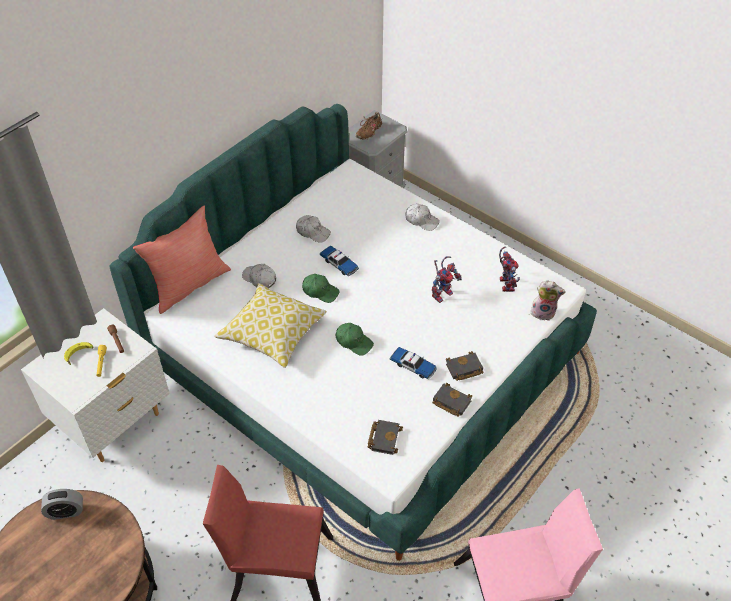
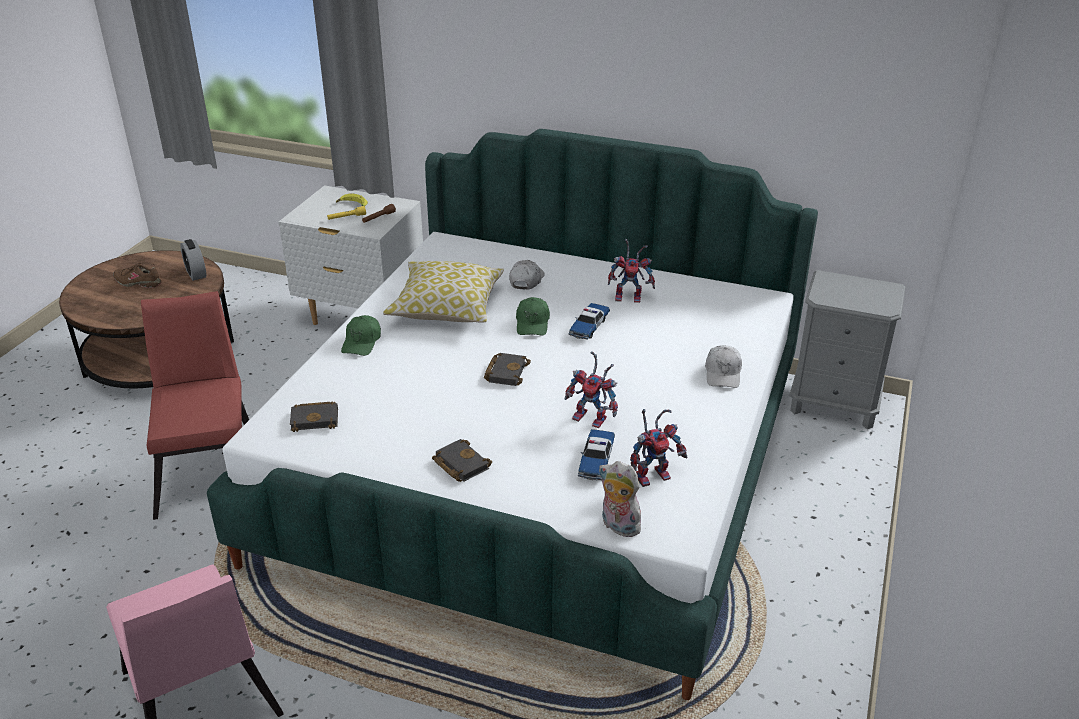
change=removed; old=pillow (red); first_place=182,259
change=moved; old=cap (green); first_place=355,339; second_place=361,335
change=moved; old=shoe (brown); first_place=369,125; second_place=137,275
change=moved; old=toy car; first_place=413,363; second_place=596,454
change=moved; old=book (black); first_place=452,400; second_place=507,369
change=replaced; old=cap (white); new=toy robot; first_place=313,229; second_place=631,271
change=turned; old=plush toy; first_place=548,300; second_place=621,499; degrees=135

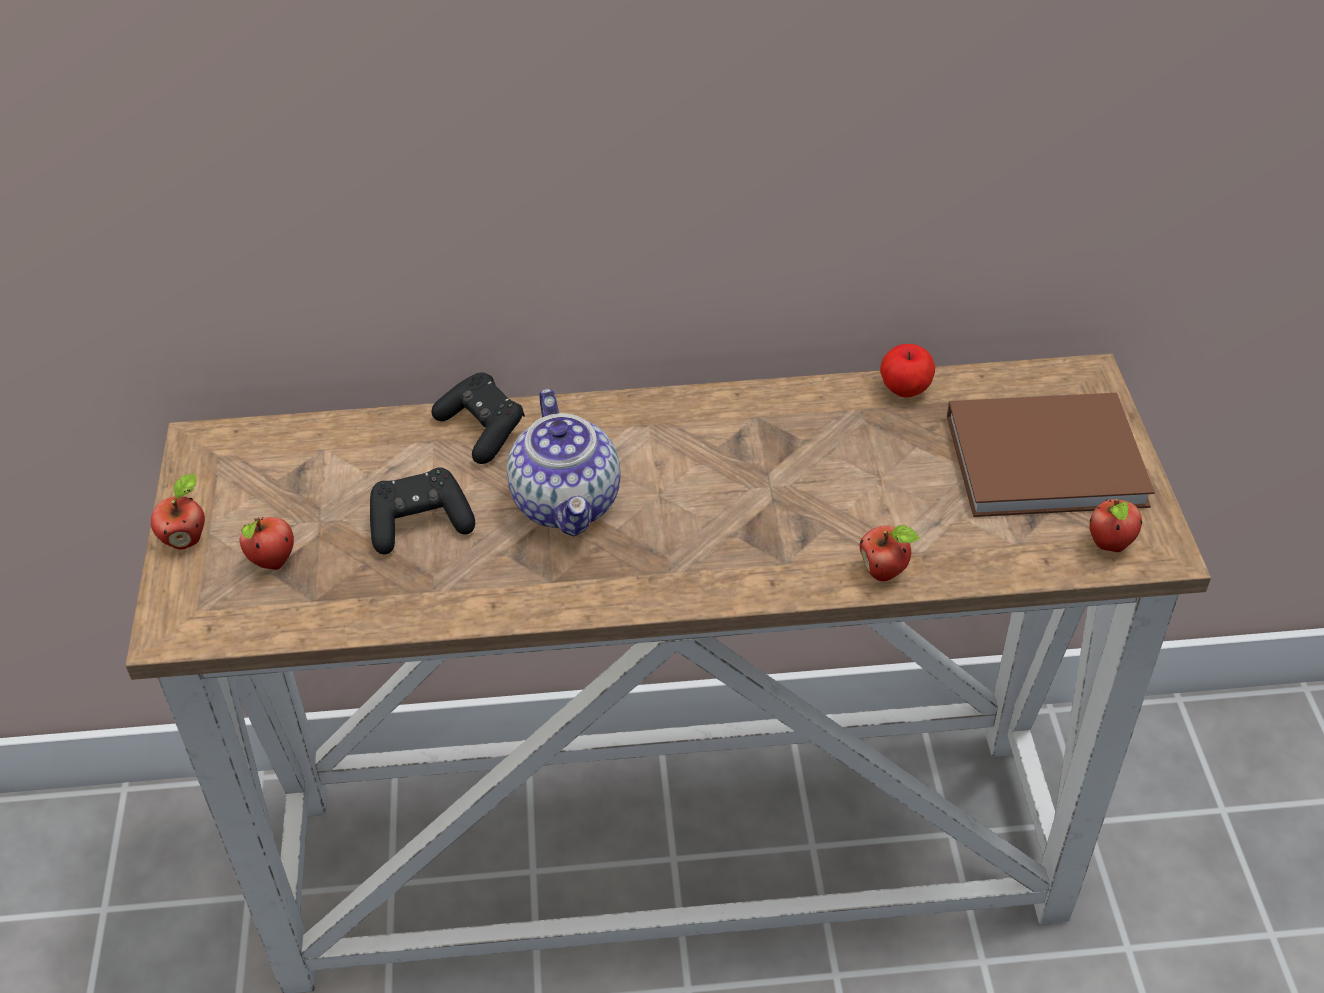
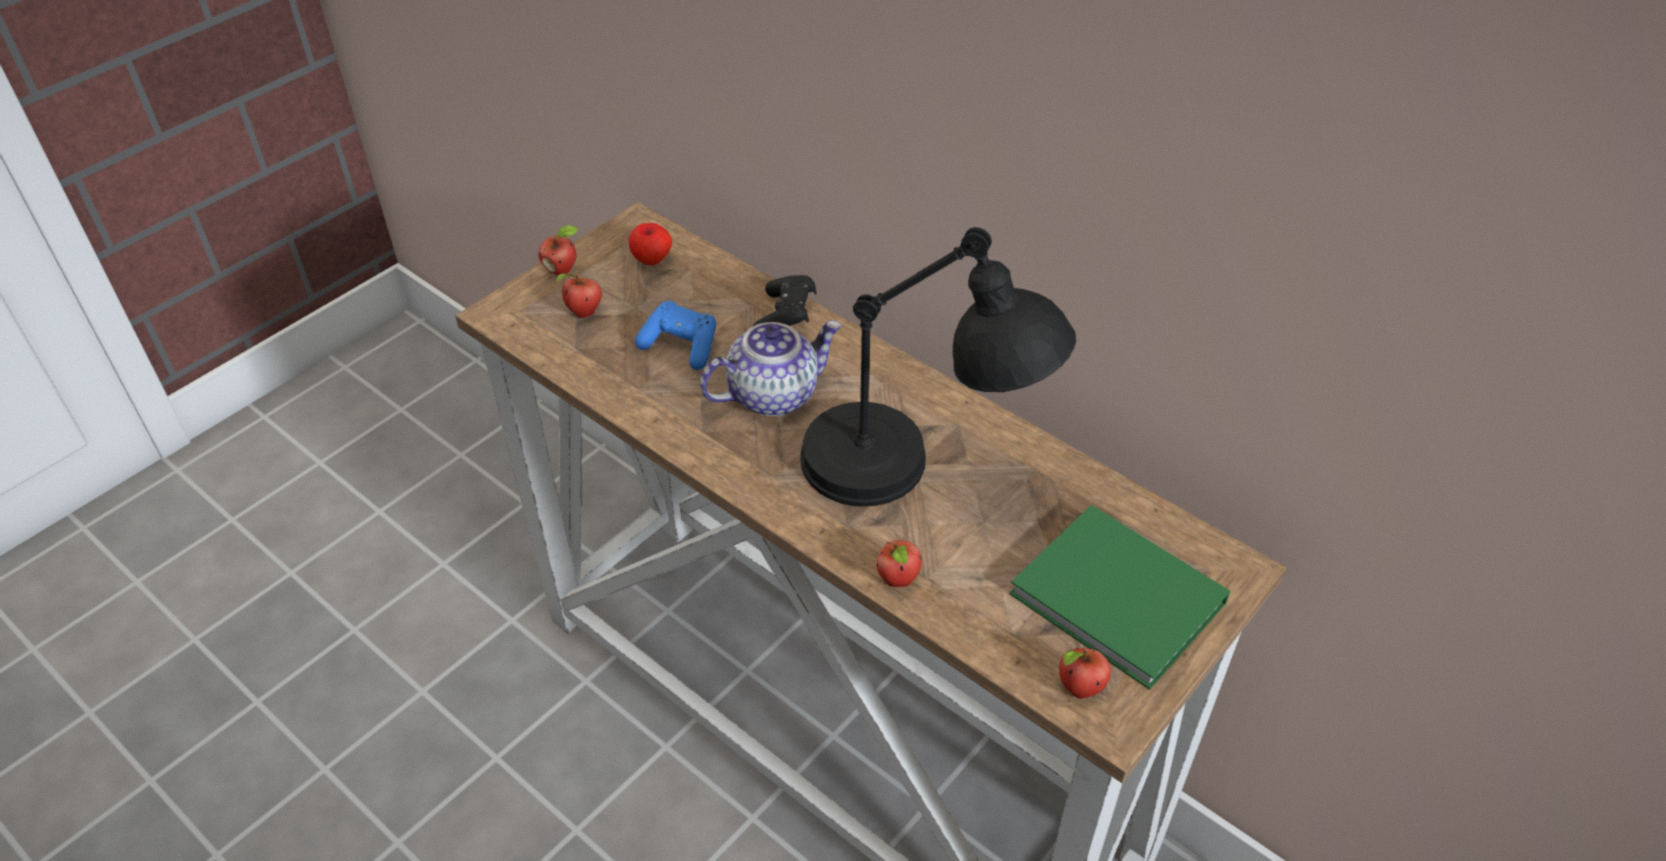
change=added; new=table lamp (black); second_place=938,367
change=moved; old=apple; first_place=907,371; second_place=650,244
change=recoloured; old=game controller (black); new=game controller (blue); first_place=422,511; second_place=675,335
change=recoloured; old=book (brown); new=book (green); first_place=1051,455; second_place=1119,597
change=turned; old=teapot; first_place=564,462; second_place=771,368; degrees=-150

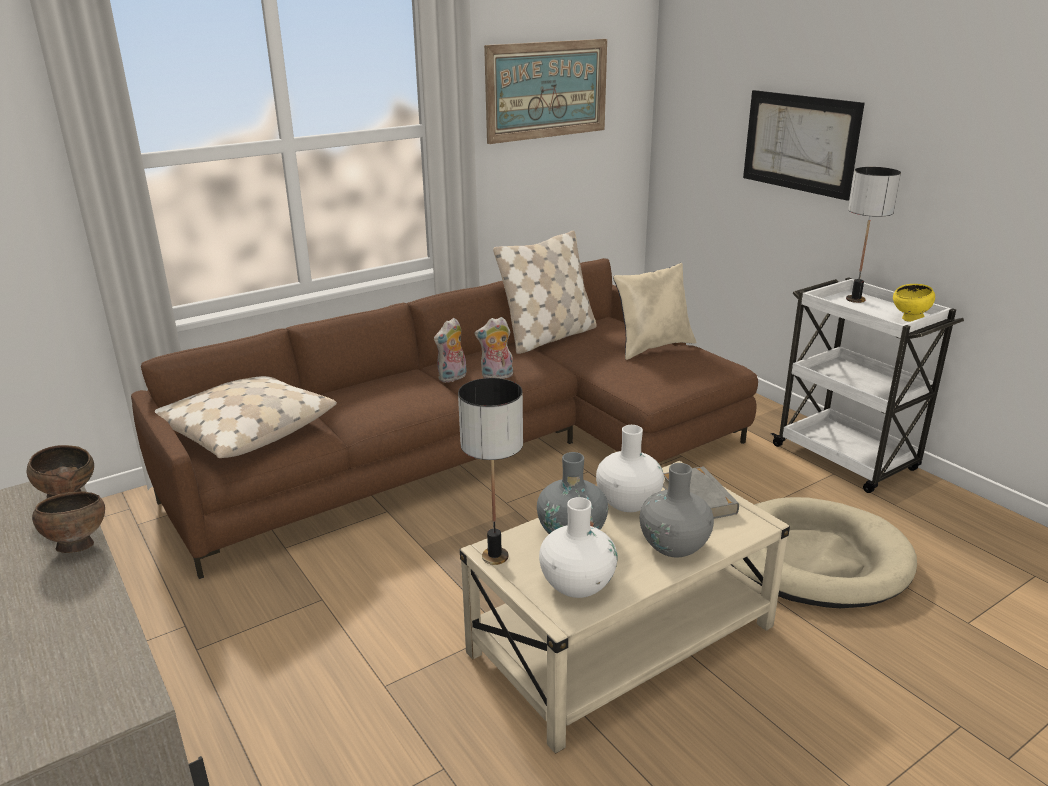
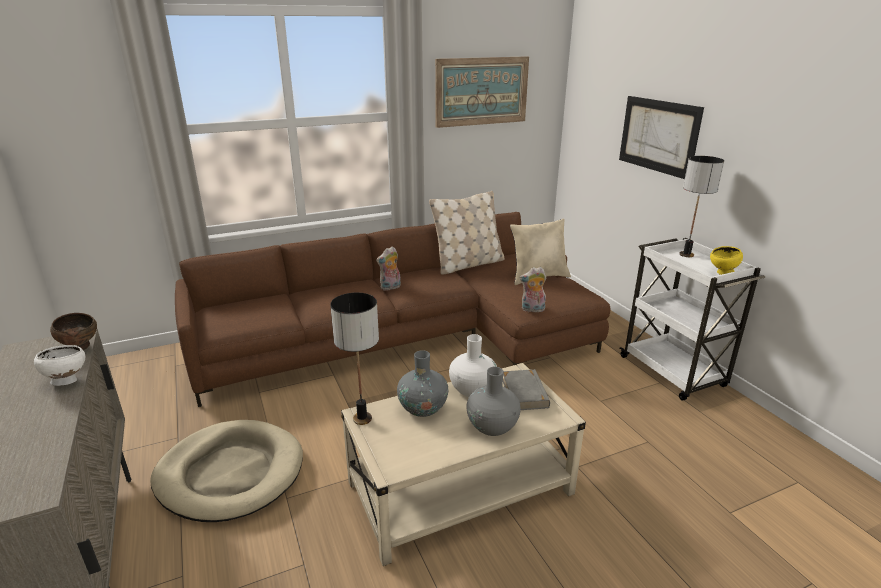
change=removed; old=pillow (beige); first_place=246,417
change=removed; old=vase (white); first_place=578,547
change=moved; old=plush toy; first_place=494,348; second_place=533,289
change=moved; old=dog bed (beige); first_place=824,552; second_place=226,471
change=recoloured; old=bowl (brown); new=bowl (white); first_place=68,522; second_place=59,365

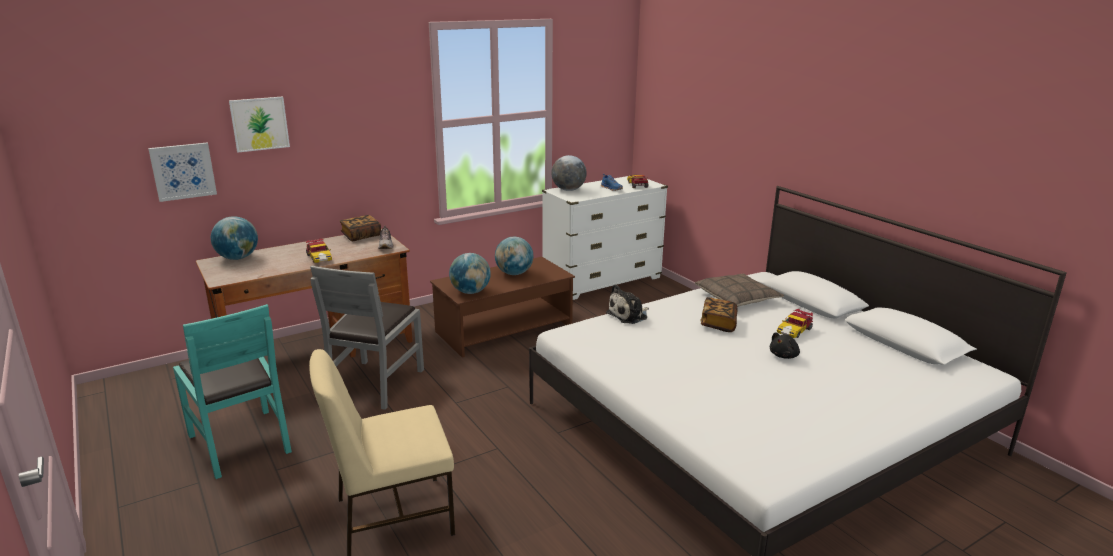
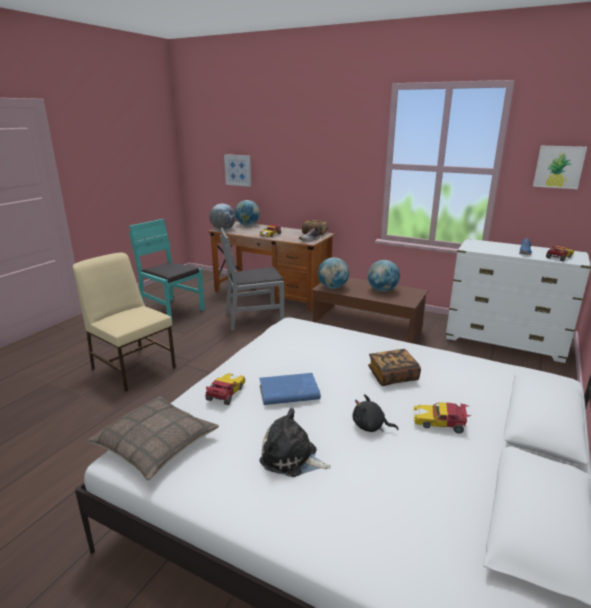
change=added; new=toy car; second_place=225,389
change=added; new=book (blue); second_place=290,389
change=moved; old=picture; first_place=259,125; second_place=560,167
change=moved; old=globe; first_place=569,173; second_place=222,217
change=moved; old=plush toy; first_place=627,304; second_place=295,442
change=moved; old=pillow; first_place=739,290; second_place=153,438
change=turned; old=chair (turquoise); first_place=232,391; second_place=167,269; degrees=105

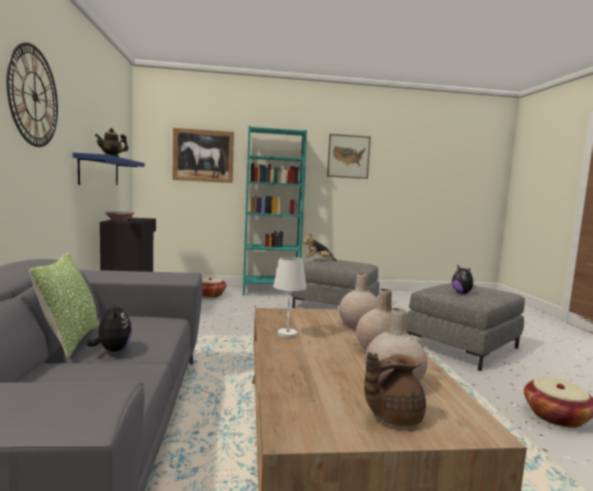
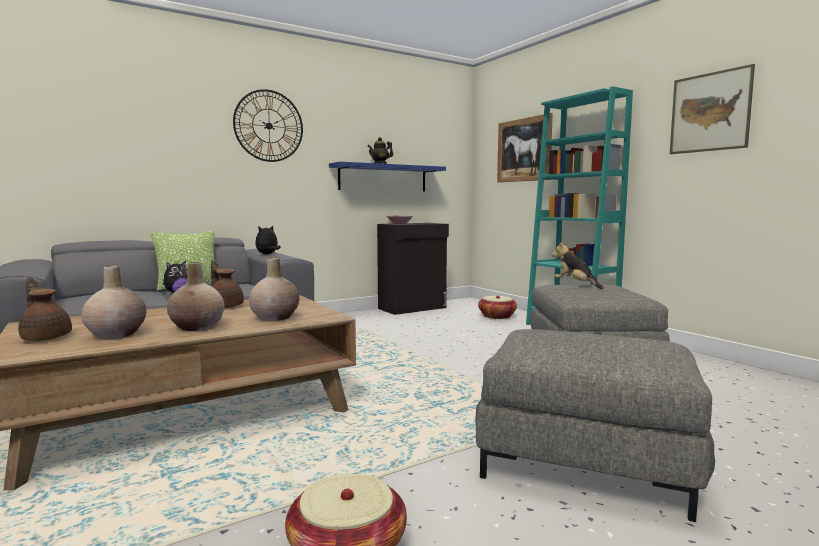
change=moved; old=plush toy; first_place=464,280; second_place=268,240
change=replaced; old=table lamp (white); new=teapot (brown); first_place=289,297; second_place=227,284

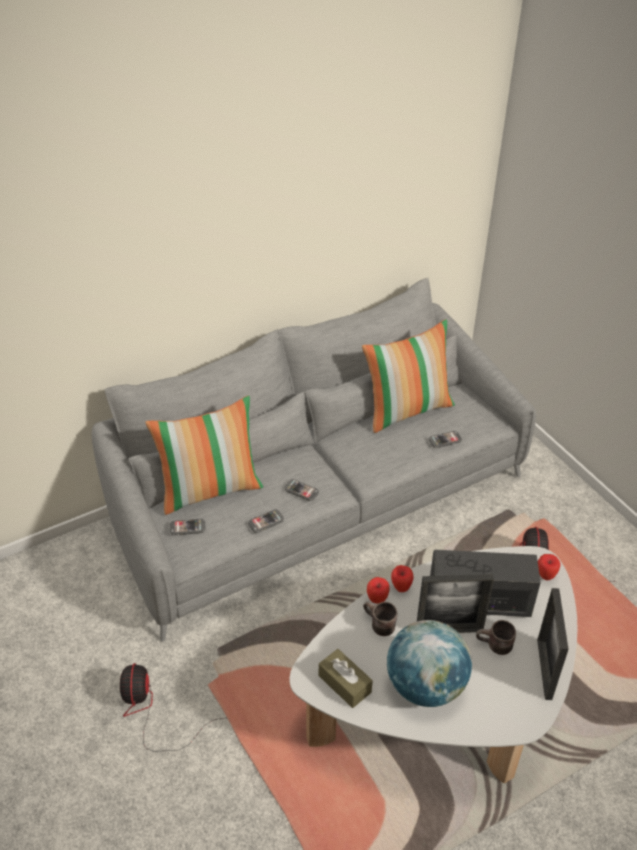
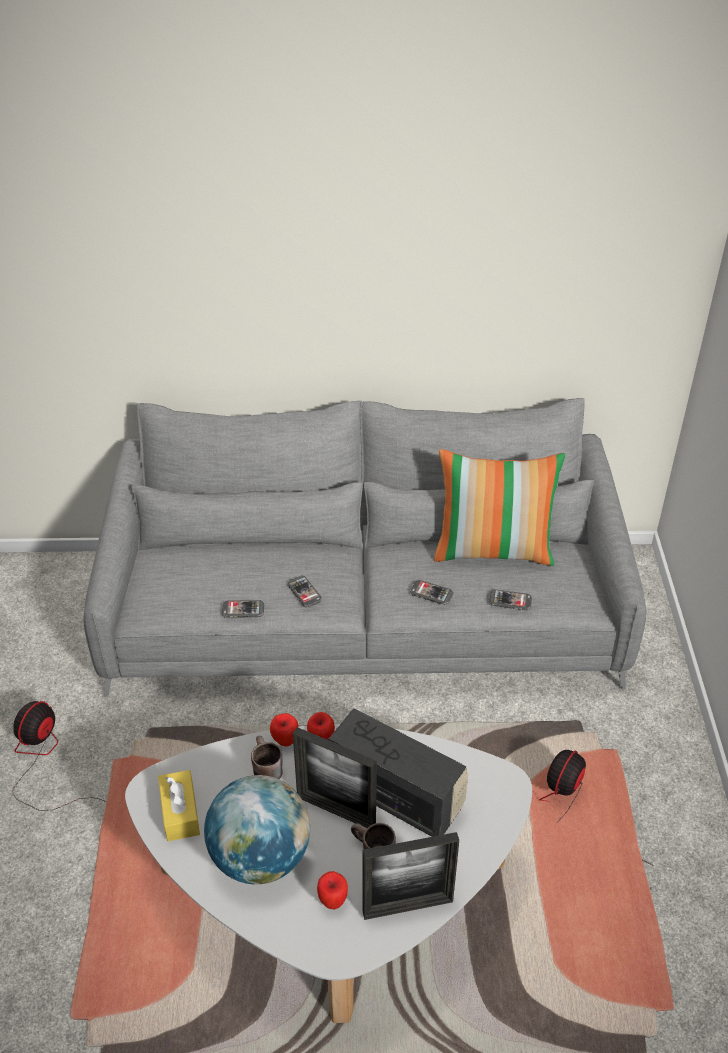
change=removed; old=pillow; first_place=204,455
change=moved; old=phone; first_place=188,526; second_place=431,592
change=moved; old=apple; first_place=549,567; second_place=332,890
change=recoloured; old=tissue box (brown); new=tissue box (yellow); first_place=346,678; second_place=179,805
change=turned; old=picture frame; first_place=552,644; second_place=410,876; degrees=-135

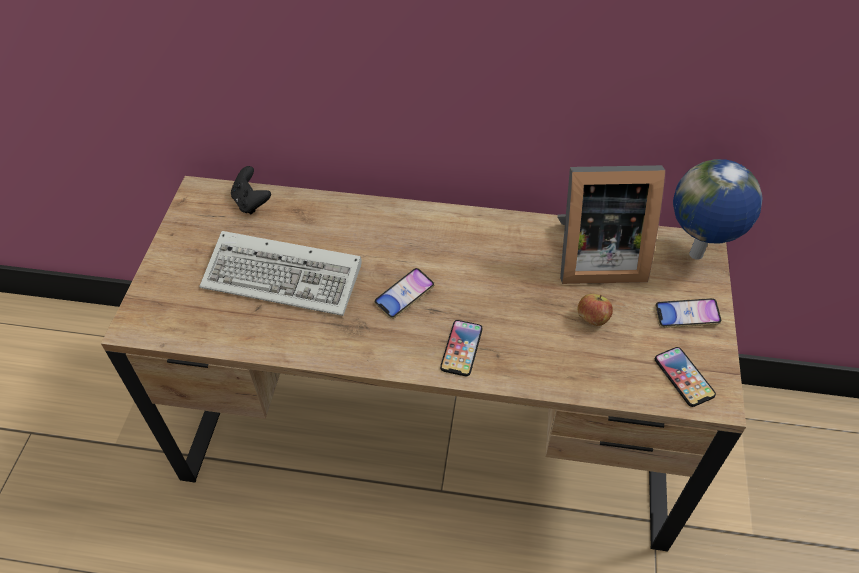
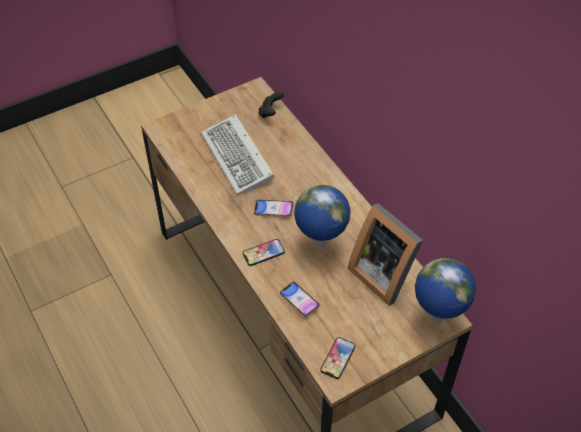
change=removed; old=apple; first_place=595,310
change=added; new=globe; second_place=322,217
change=moved; old=phone; first_place=688,313; second_place=300,299

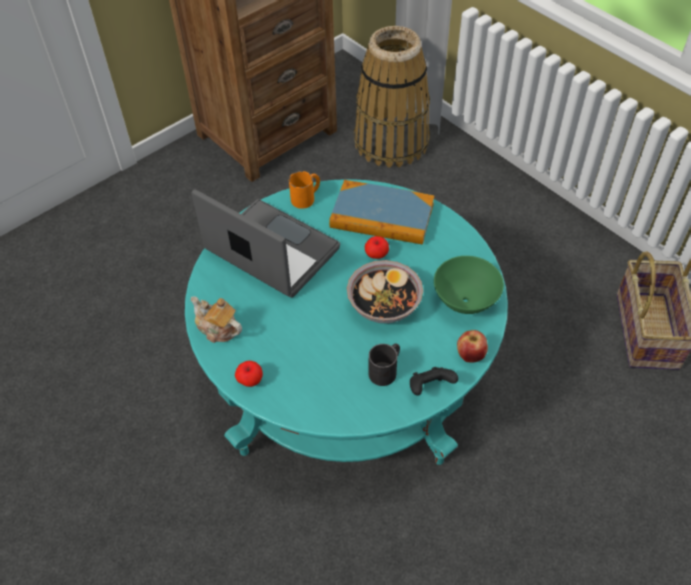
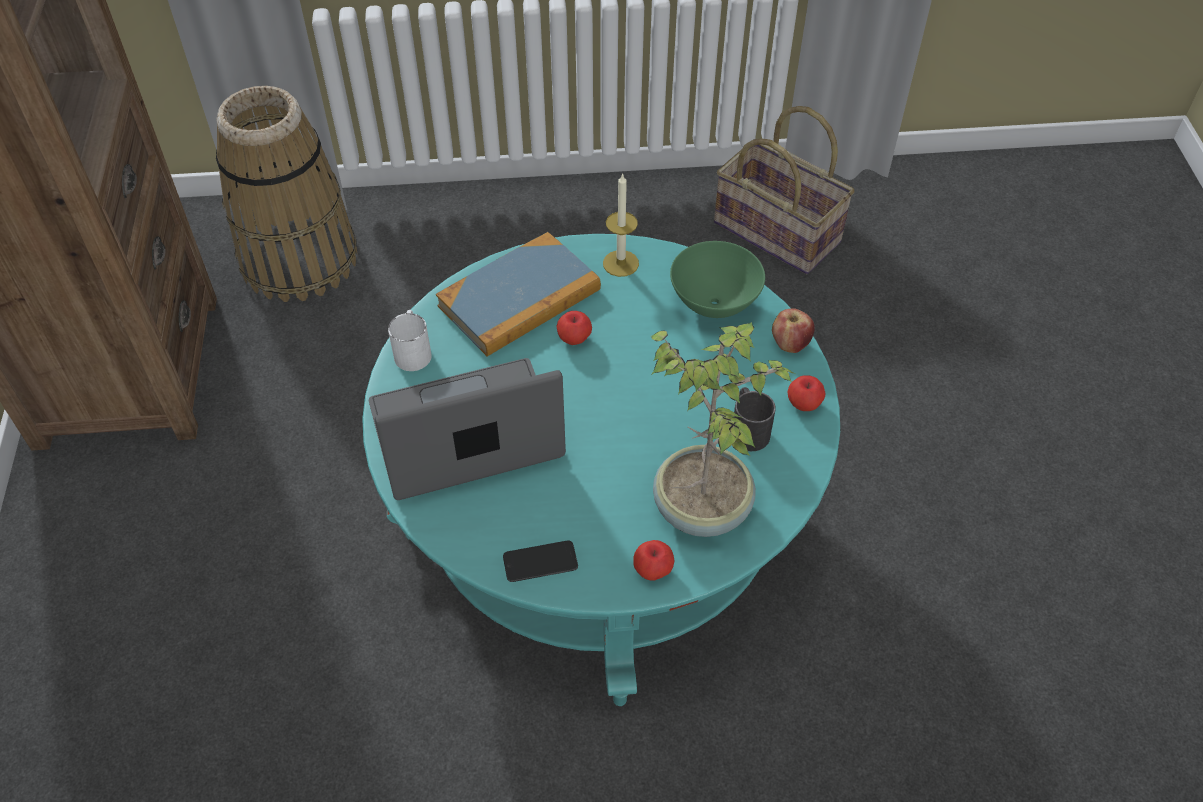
change=removed; old=bowl; first_place=385,291
change=added; new=candle; second_place=621,225
change=added; new=potted plant; second_place=722,429
change=replaced; old=teapot; new=phone; first_place=216,319; second_place=540,561
change=replaced; old=game controller (black); new=apple; first_place=434,381; second_place=806,393
change=recoloured; old=mug (orange); new=mug (white); first_place=304,190; second_place=410,340

